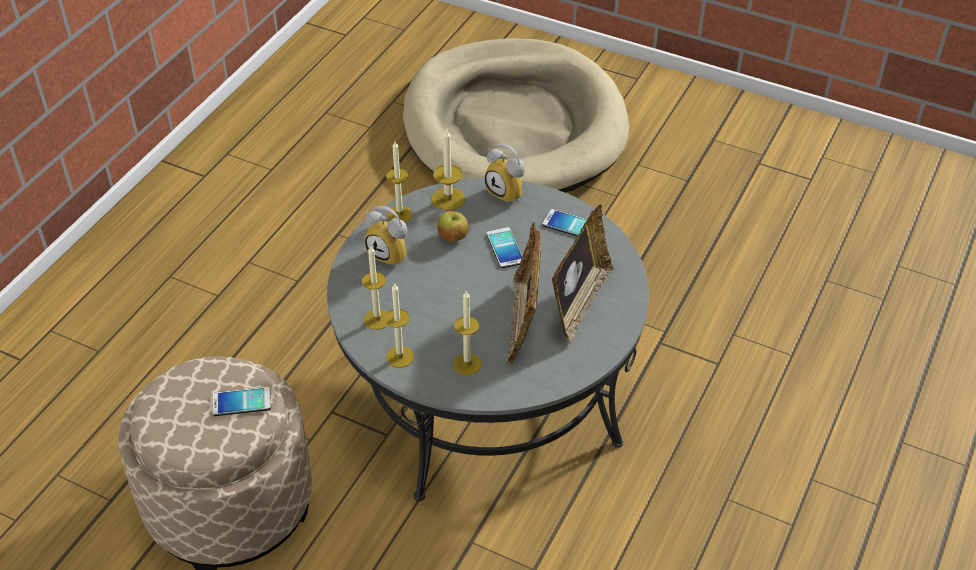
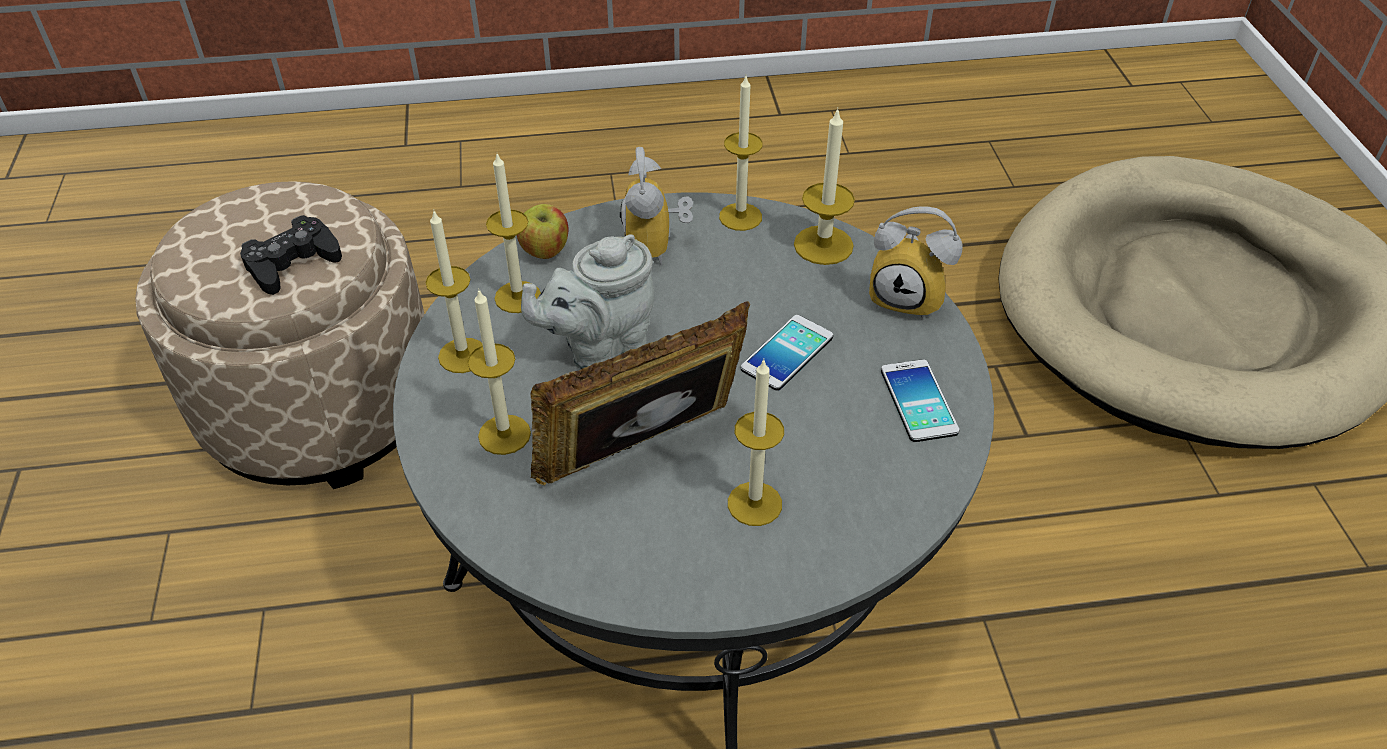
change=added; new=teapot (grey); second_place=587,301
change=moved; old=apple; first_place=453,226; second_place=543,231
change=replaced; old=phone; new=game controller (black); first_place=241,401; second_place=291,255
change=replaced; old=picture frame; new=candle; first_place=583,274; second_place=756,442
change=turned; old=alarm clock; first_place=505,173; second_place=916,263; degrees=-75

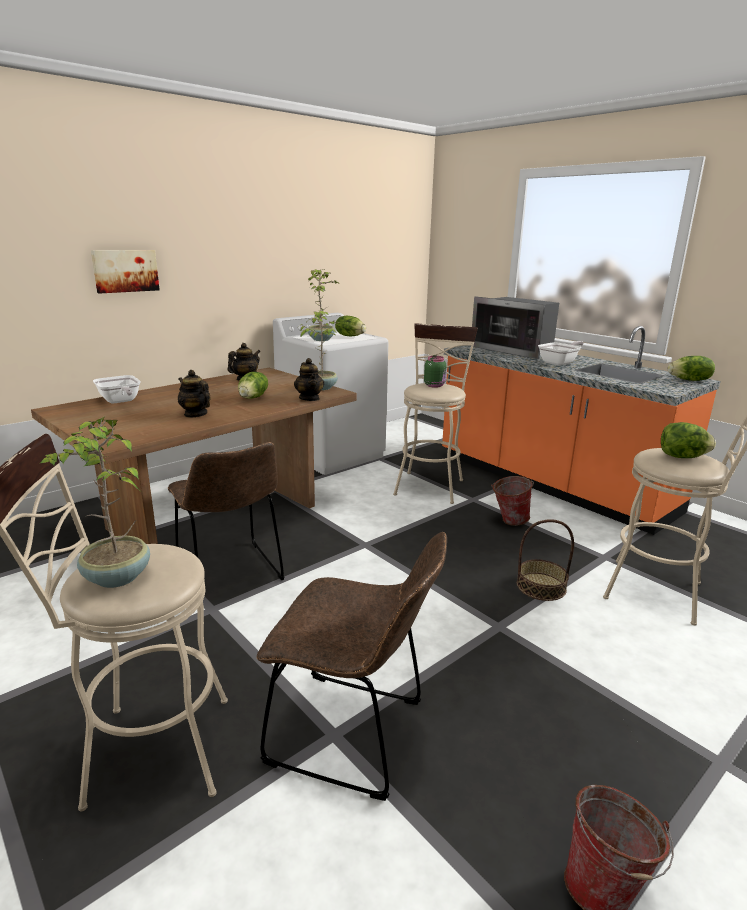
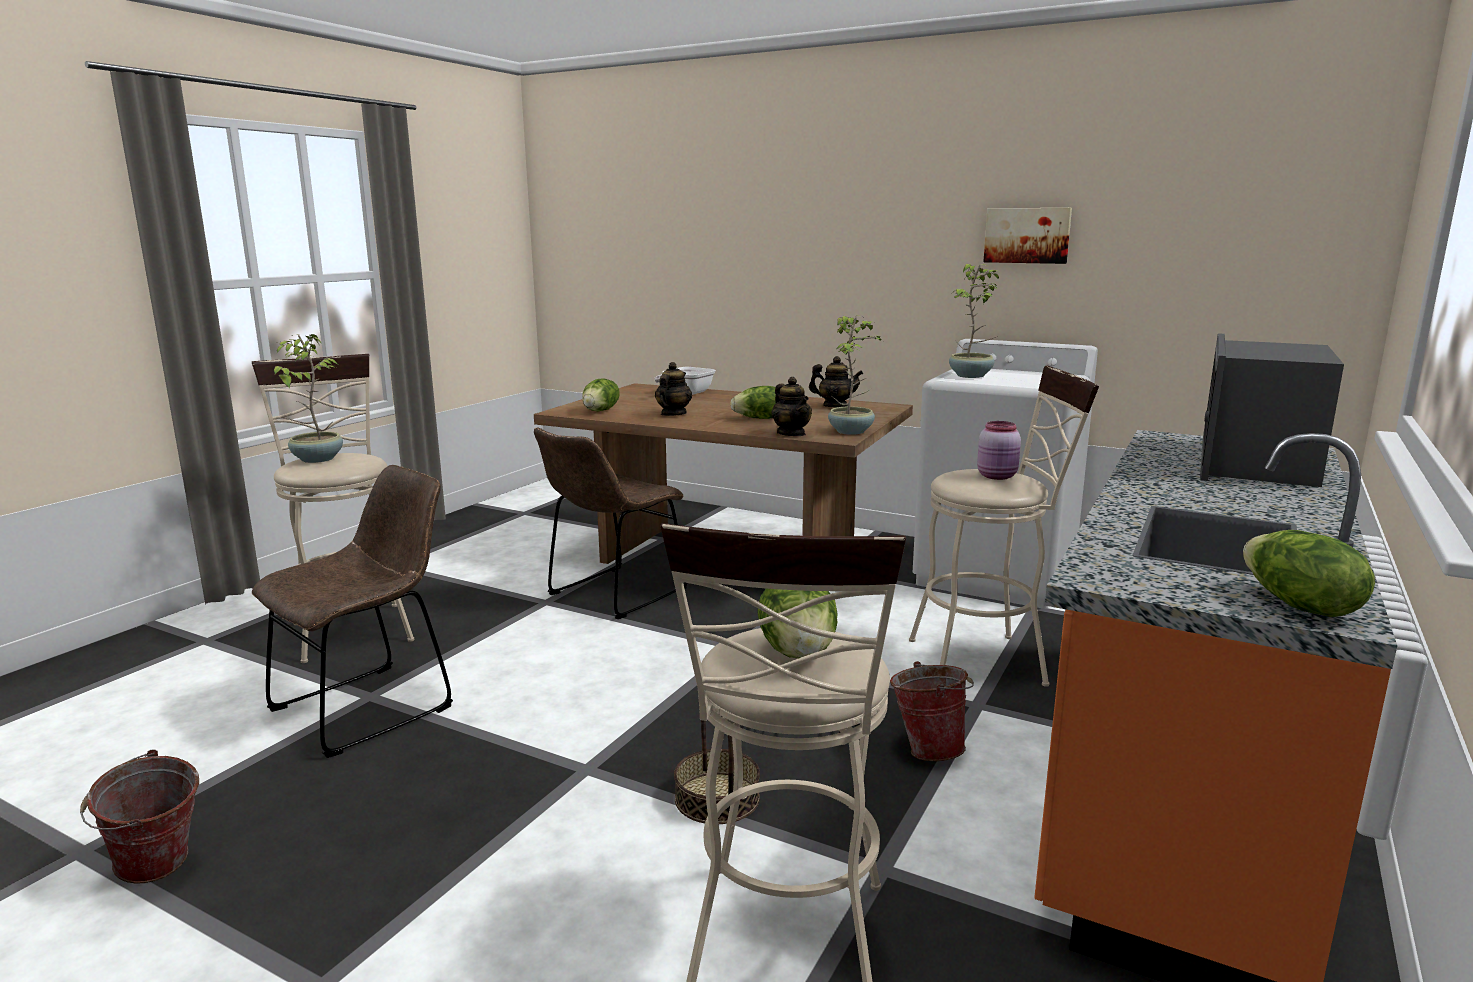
change=removed; old=frying pan; first_place=561,353
change=moved; old=picture; first_place=125,272; second_place=1027,236
change=moved; old=lettuce; first_place=350,326; second_place=601,394
change=recoloured; old=jar (green); new=jar (pink); first_place=435,372; second_place=999,450
change=turned; old=chair (brown); first_place=352,666; second_place=352,611; degrees=-135
change=turned; old=teapot; first_place=309,379; second_place=791,406; degrees=-75

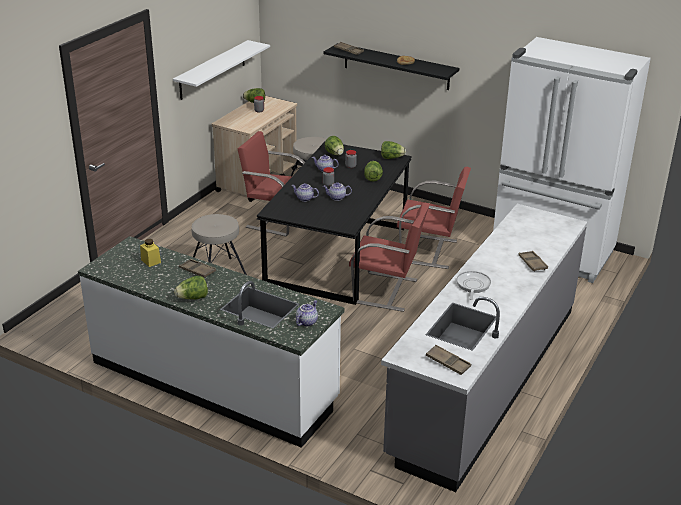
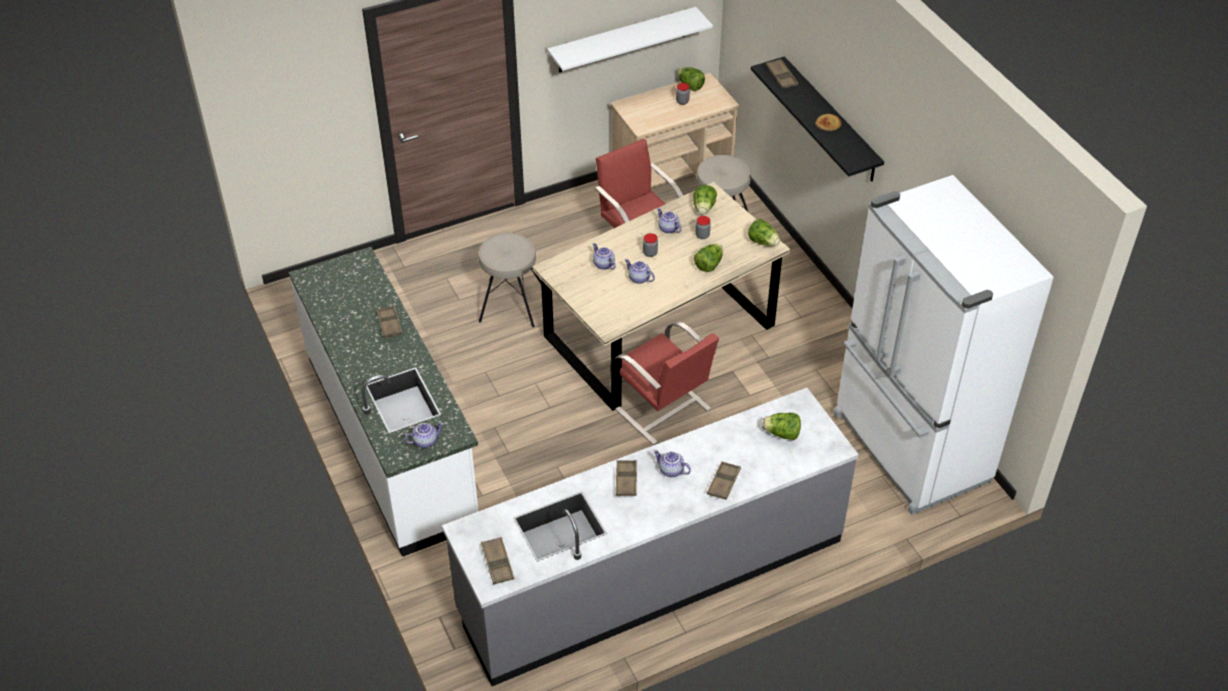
change=removed; old=jar (yellow); first_place=150,253
change=removed; old=chair (red); first_place=434,218
change=added; new=teapot; second_place=672,463
change=moved; old=lettuce; first_place=191,288; second_place=781,426
change=replaced; old=frying pan; new=tray (brown); first_place=473,285; second_place=626,478
change=recoloured; old=dining table (black); new=dining table (beige); first_place=334,223; second_place=661,296

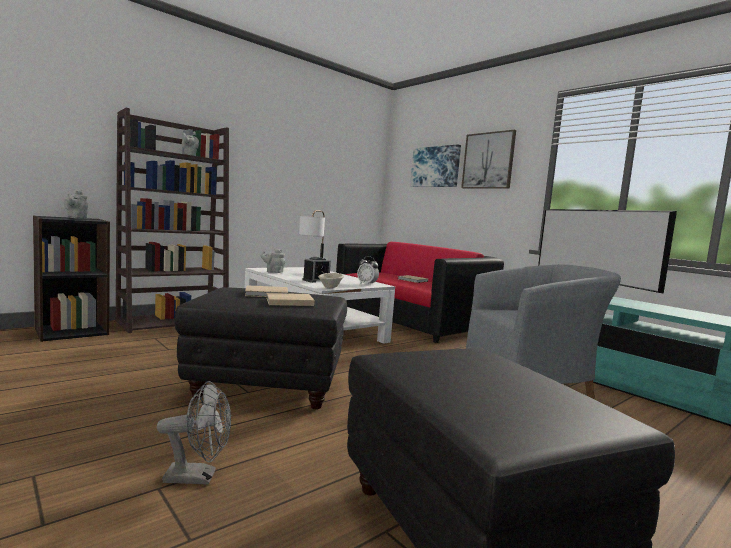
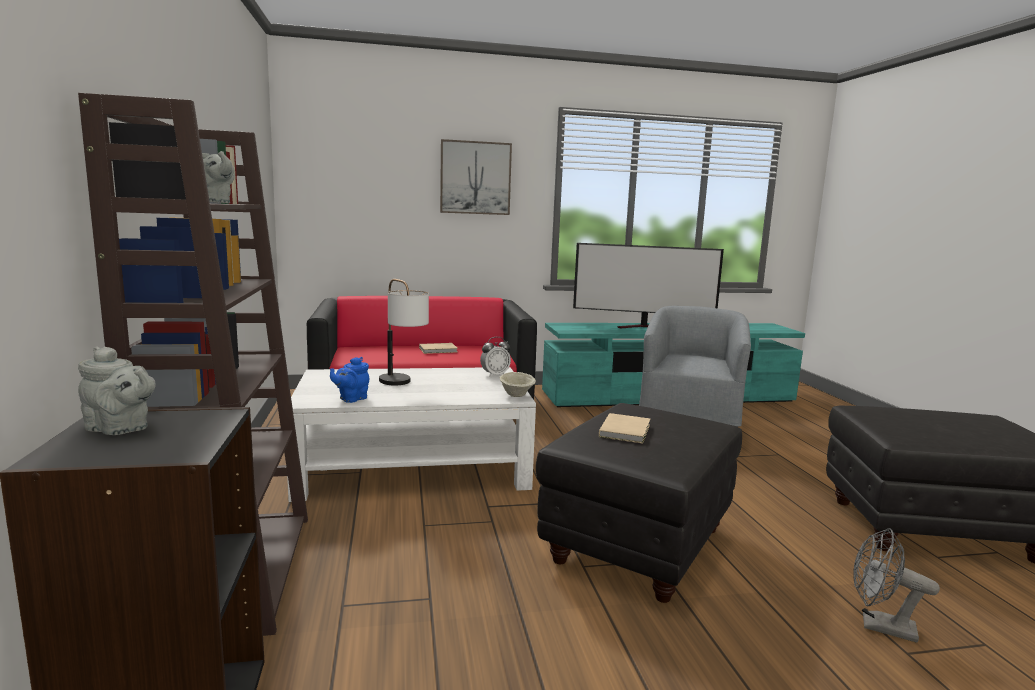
change=removed; old=book (beige); first_place=290,299
change=removed; old=alarm clock; first_place=316,270
change=removed; old=picture; first_place=435,165
change=recoloured; old=teapot (grey); new=teapot (blue); first_place=273,261; second_place=349,380
change=turned; old=fan (grey); first_place=194,433; second_place=896,585; degrees=-90

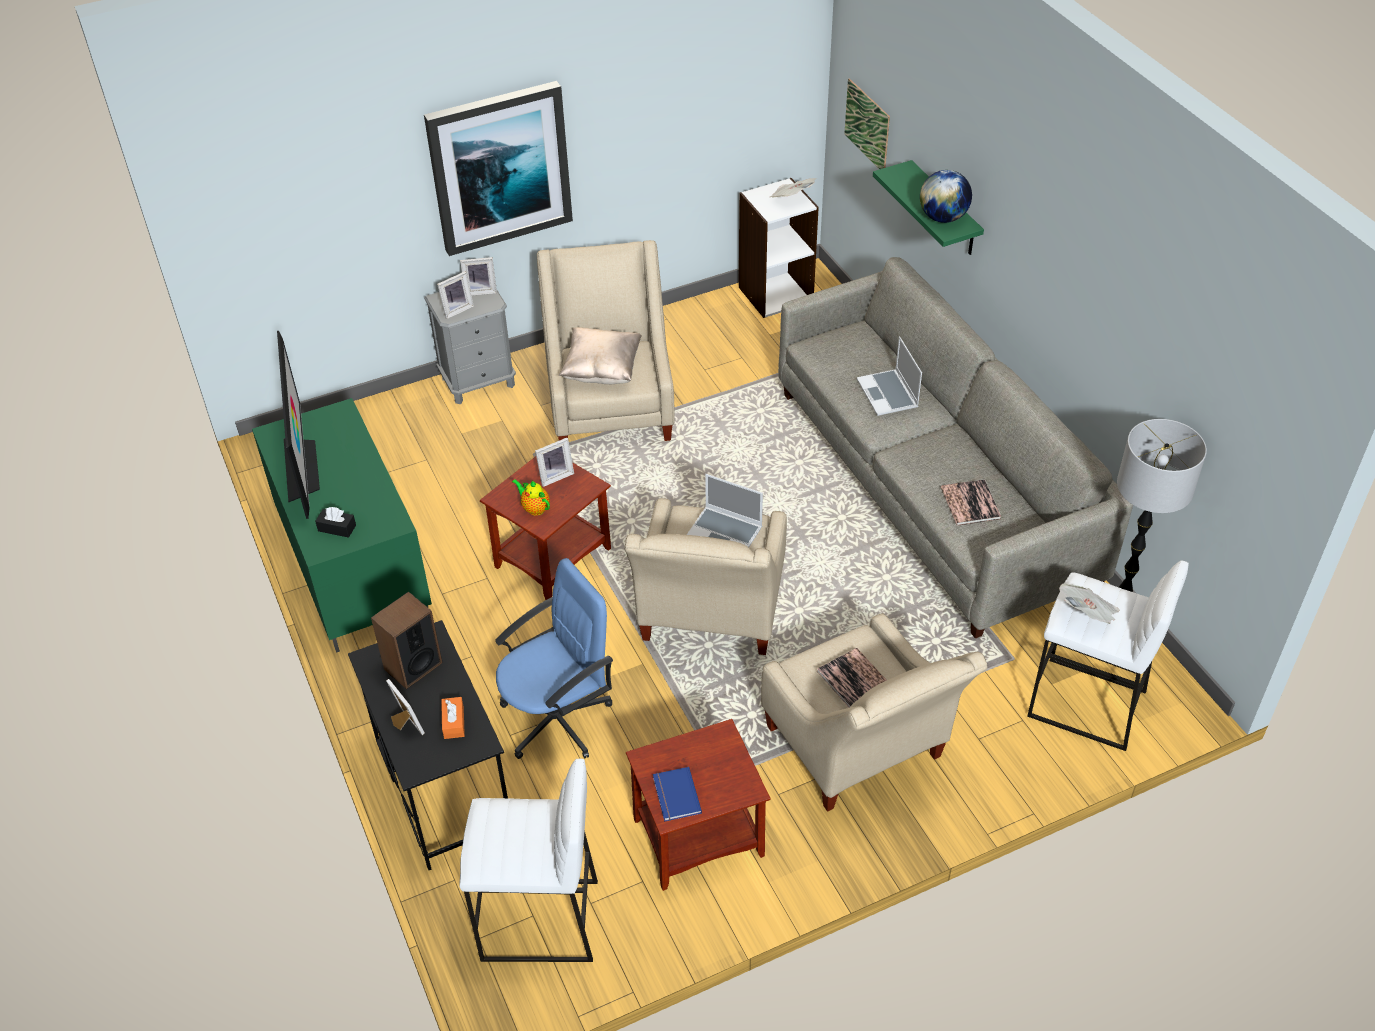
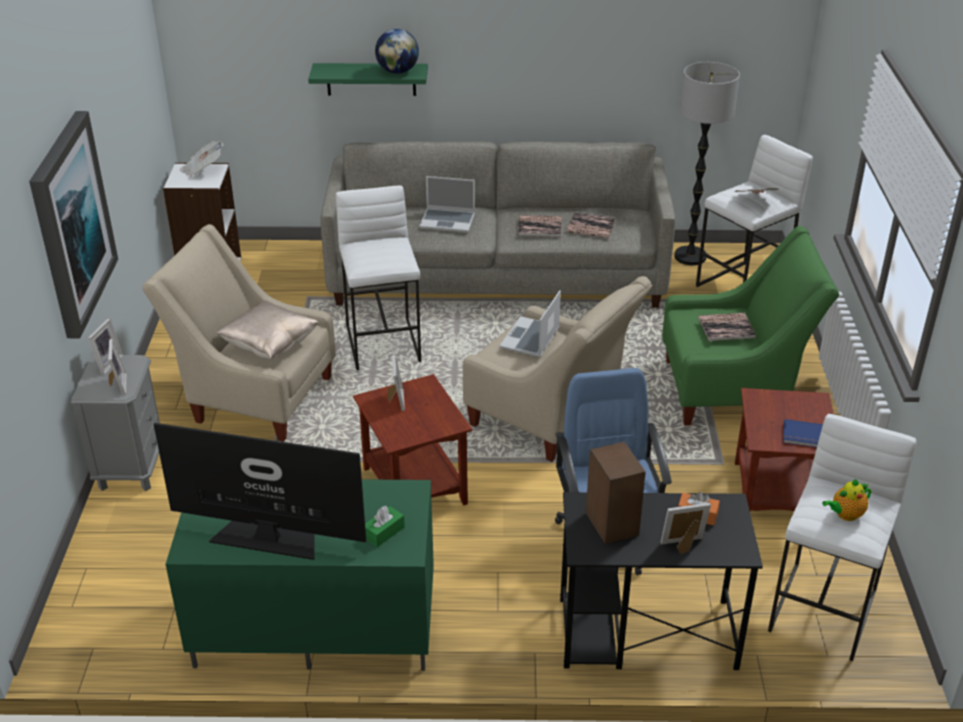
change=removed; old=picture; first_place=867,123
change=added; new=stool (white); second_place=378,278
change=added; new=book; second_place=540,226
change=moved; old=teapot; first_place=531,497; second_place=846,500
change=recoloured; old=tissue box (black); new=tissue box (green); first_place=335,522; second_place=385,526
change=recoloured; old=armchair (beige); new=armchair (green); first_place=874,712; second_place=750,326
change=turned; old=laptop; first_place=725,510; second_place=530,323; degrees=150

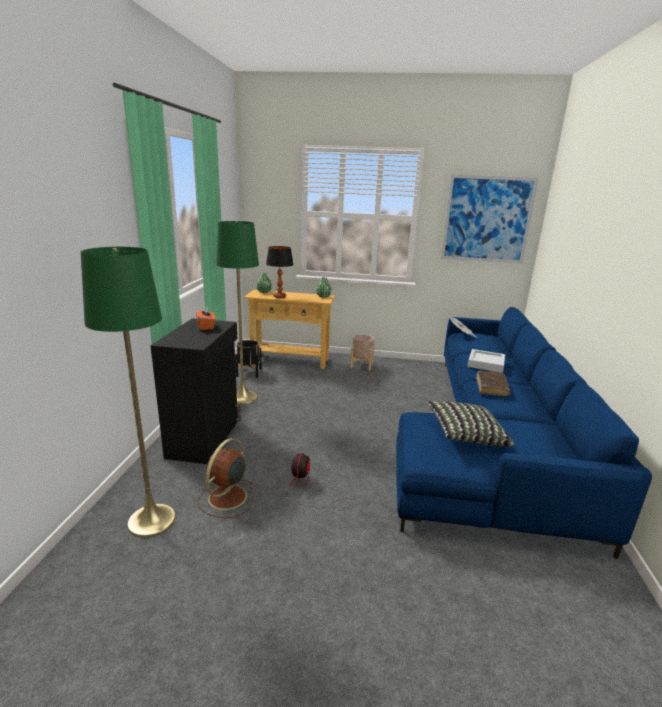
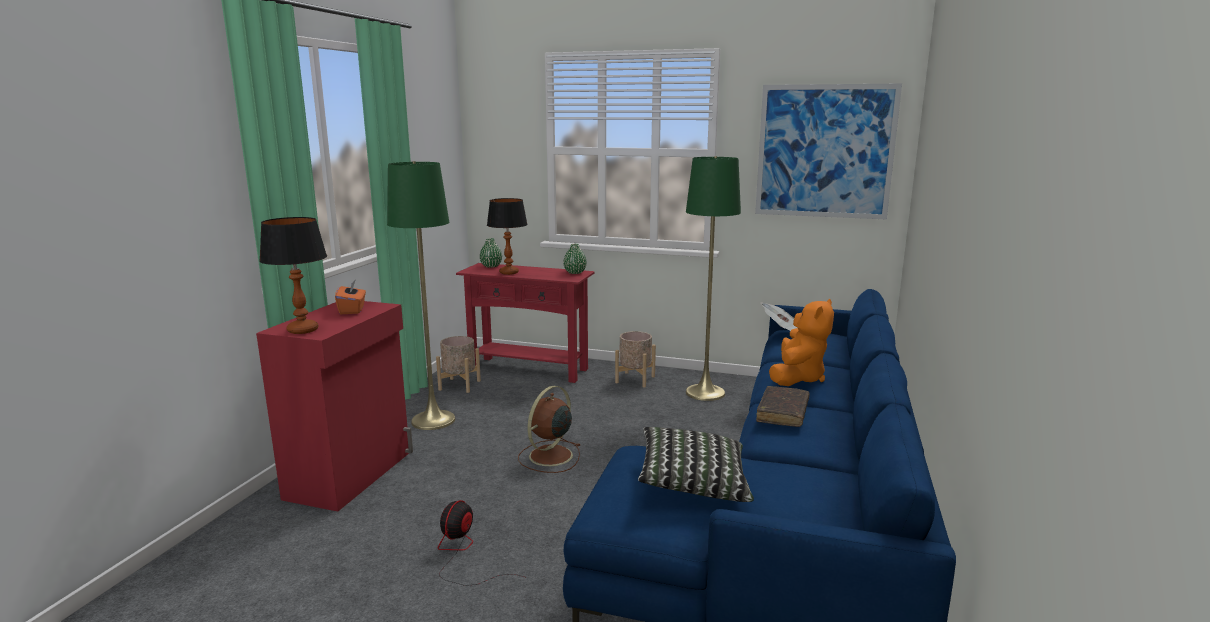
change=added; new=table lamp; second_place=293,275
change=moved; old=floor lamp (green); first_place=128,392; second_place=713,278
change=moved; old=fan (brown); first_place=225,478; second_place=549,429
change=replaced; old=tray (grey); new=plush toy (orange); first_place=486,361; second_place=801,342
change=recoloured; old=cabinet (black); new=cabinet (red); first_place=195,391; second_place=334,406
change=recoloured; old=planter (black); new=planter (beige); first_place=248,359; second_place=458,364
change=recoloured; old=console table (beige); new=console table (red); first_place=289,329; second_place=525,323

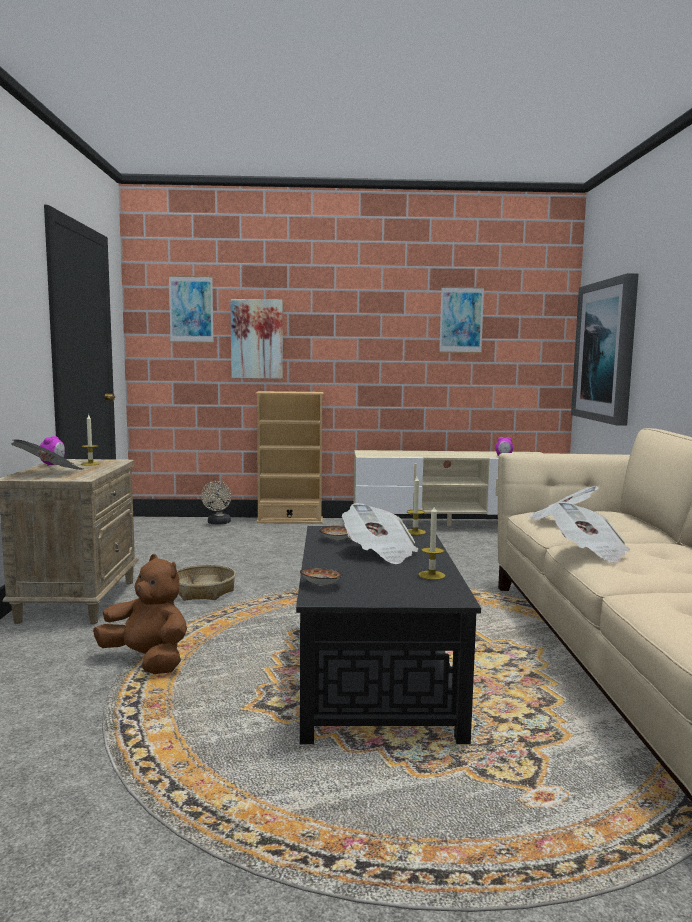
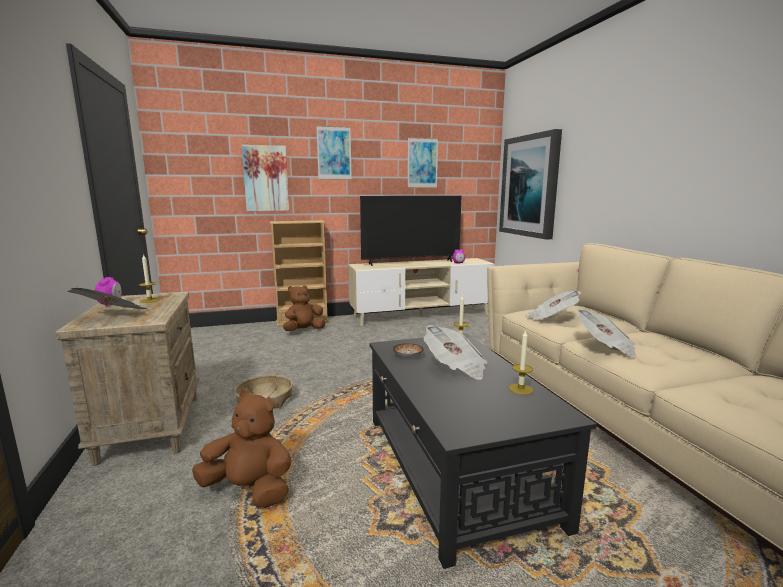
change=removed; old=fan (beige); first_place=216,503
change=removed; old=bowl; first_place=321,577
change=added; new=plush toy (brown); second_place=304,308
change=added; new=television; second_place=411,231
change=moved; old=picture; first_place=191,309; second_place=334,152

